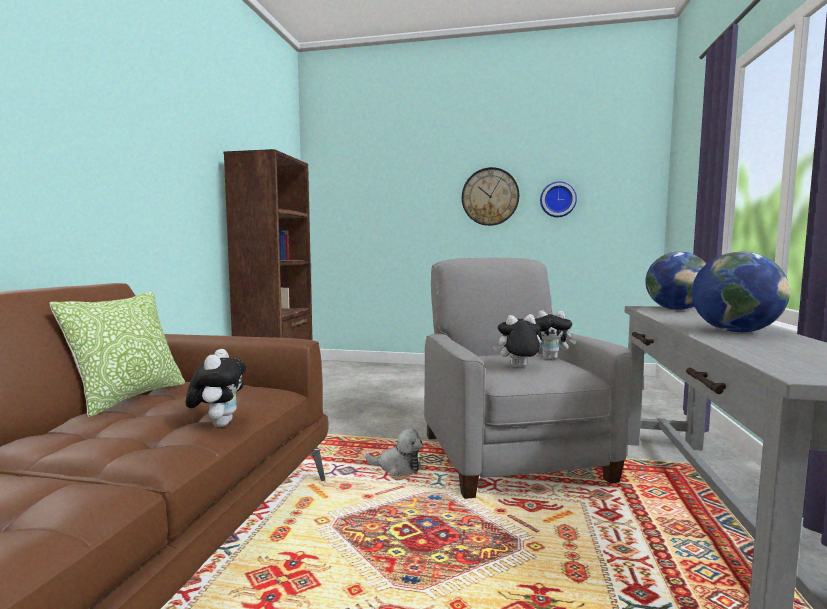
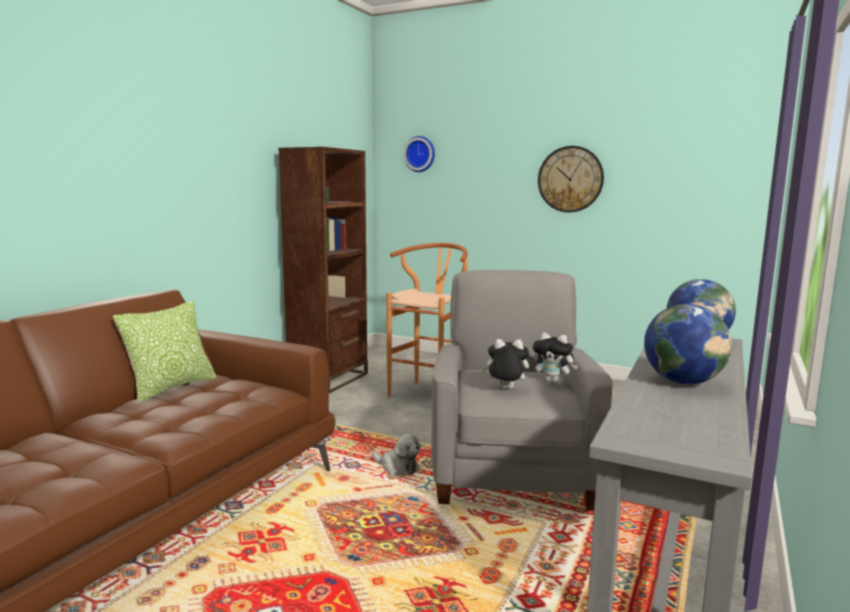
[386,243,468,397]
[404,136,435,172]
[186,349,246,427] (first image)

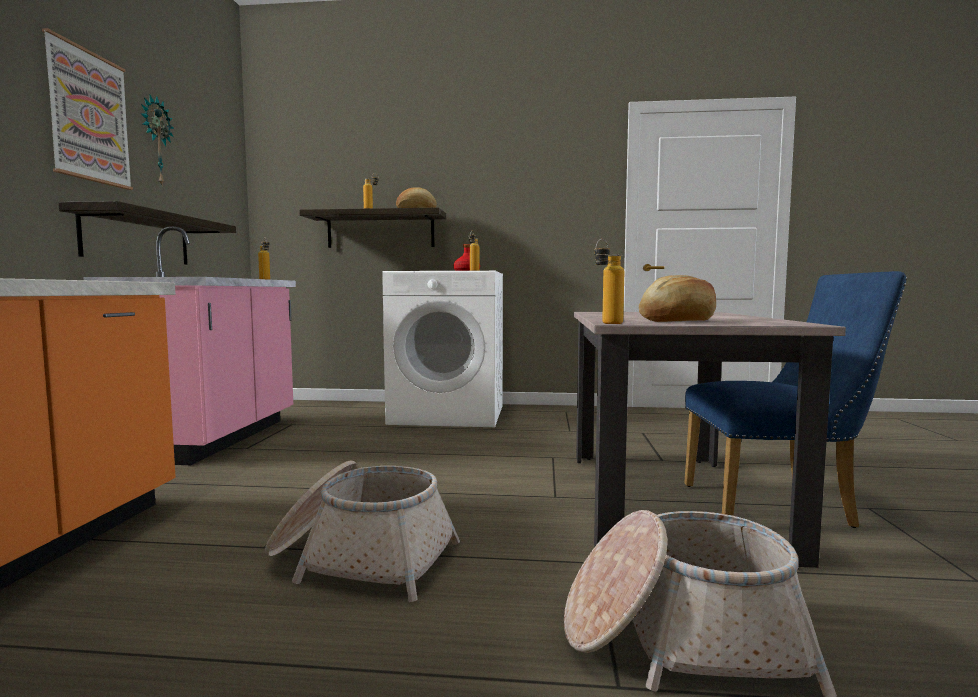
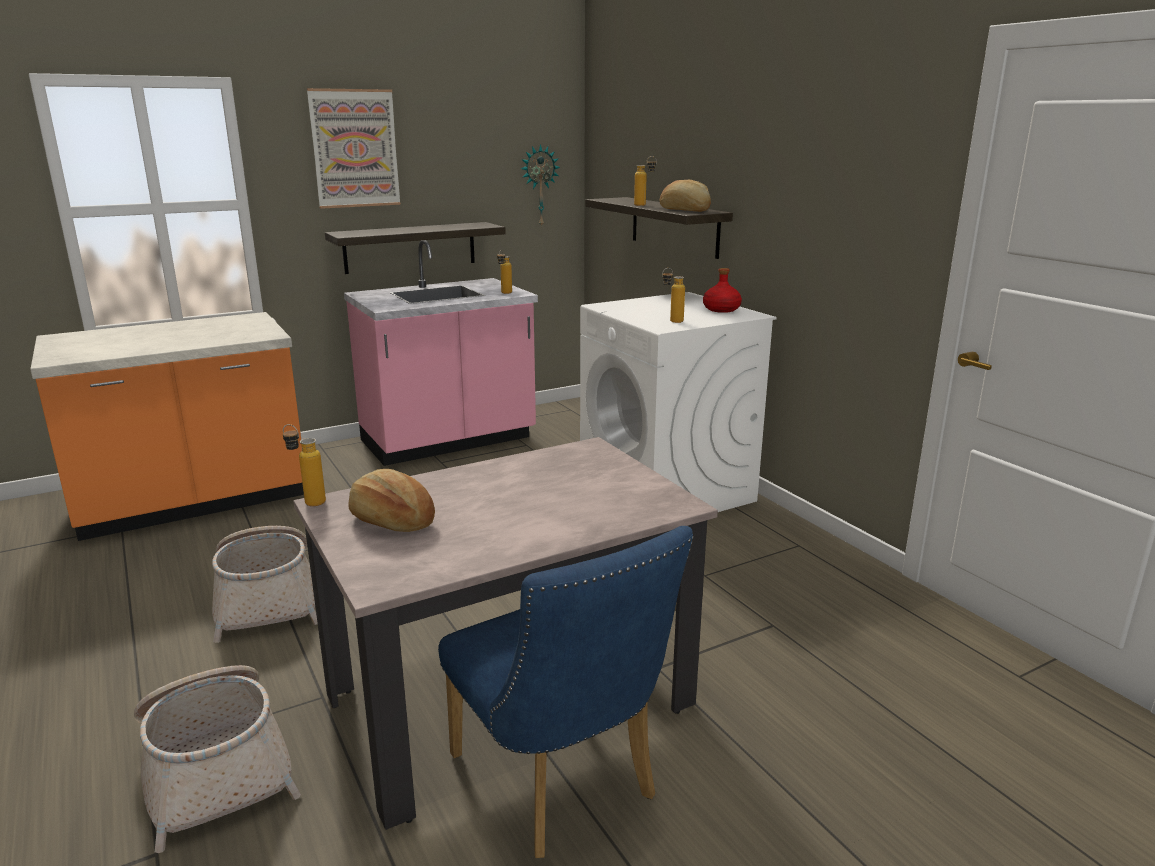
[520,144,560,228]

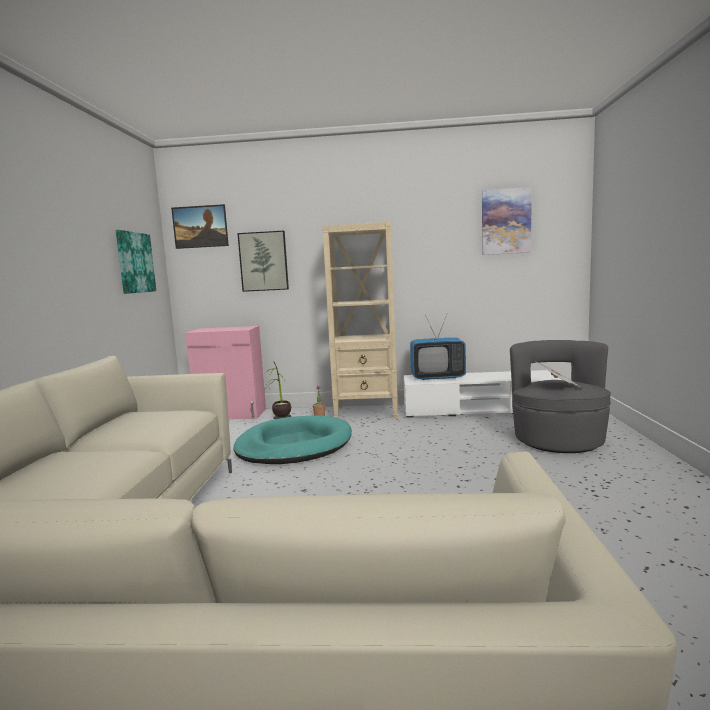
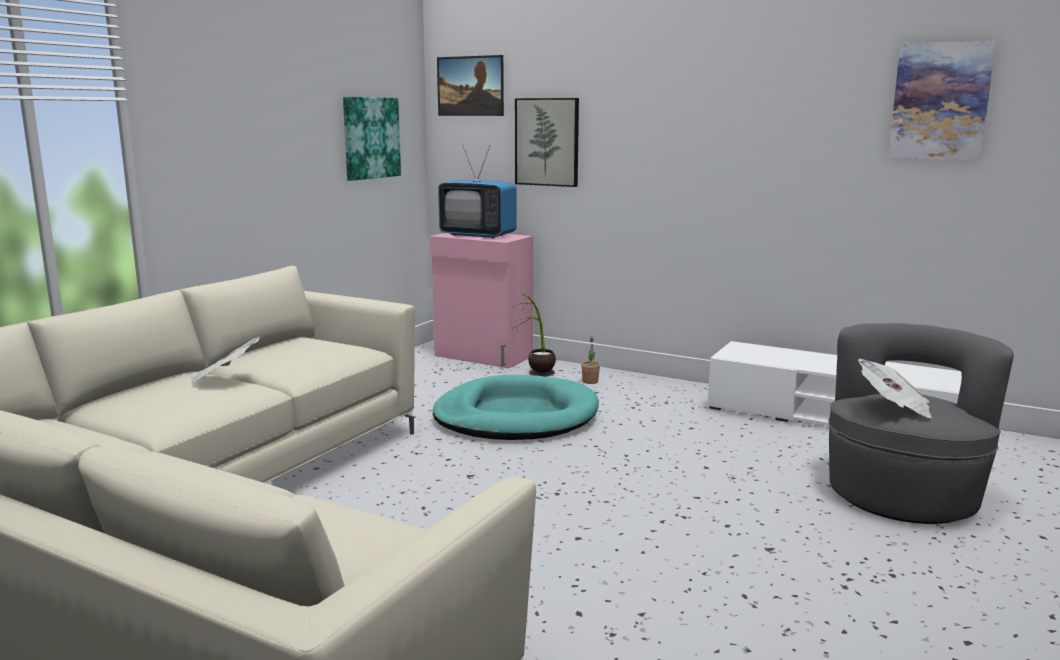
[191,337,260,383]
[438,145,517,239]
[322,222,398,419] (first image)

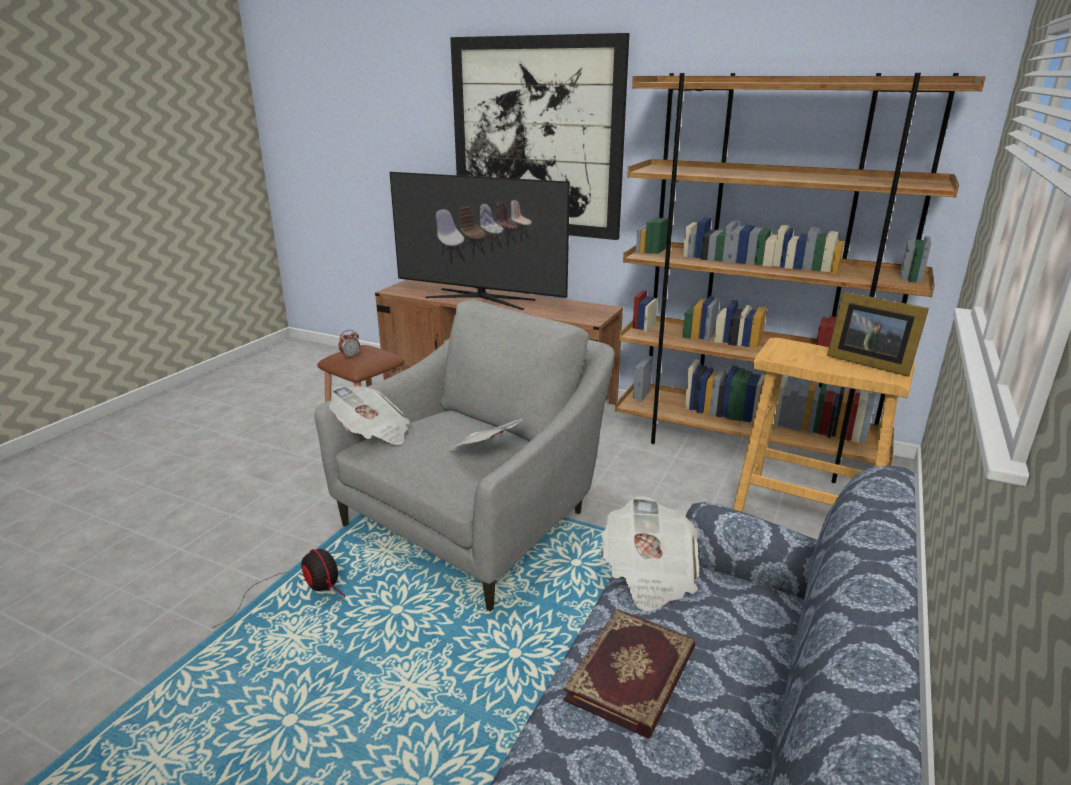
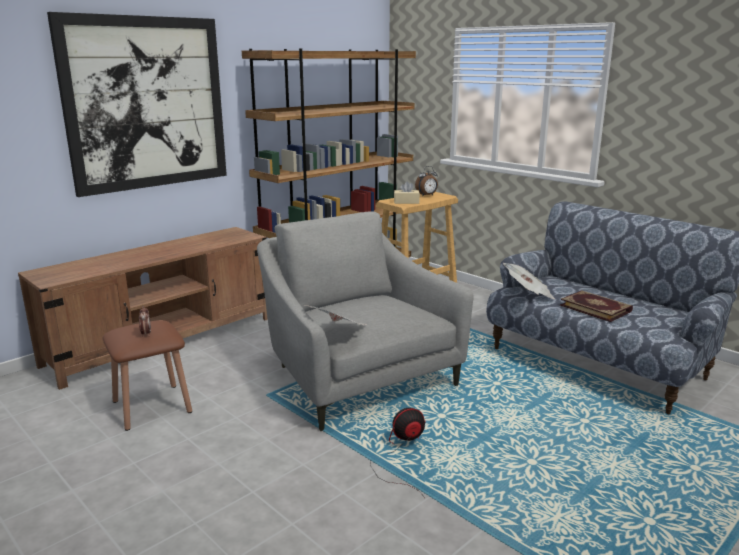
[394,181,420,204]
[415,166,438,196]
[390,172,570,310] (first image)
[448,418,523,449] (first image)

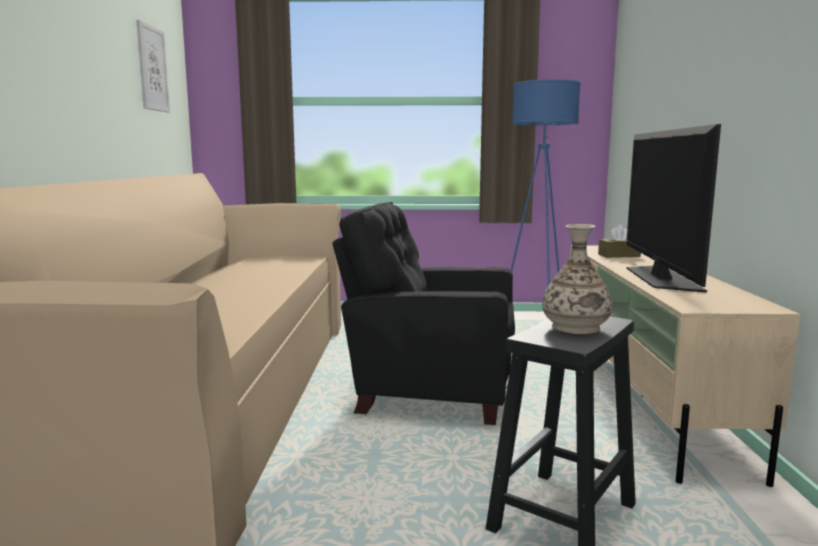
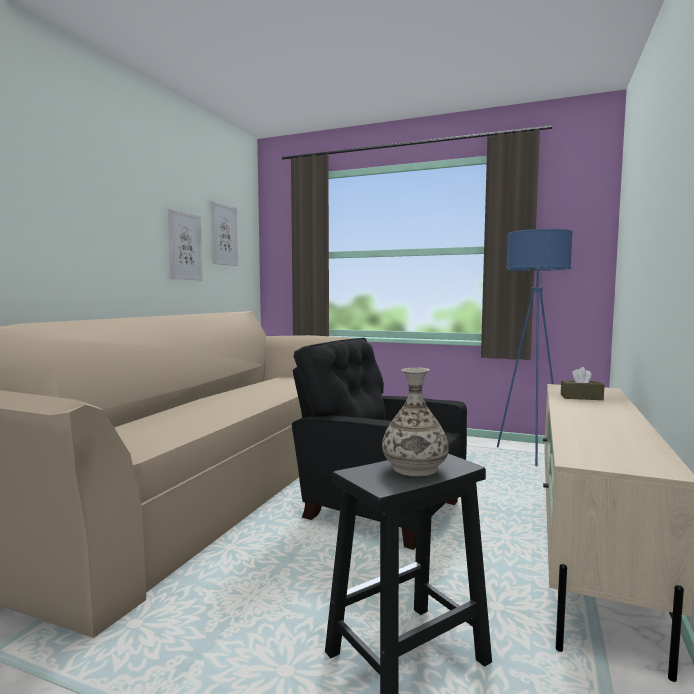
[168,208,203,280]
[627,124,721,293] (first image)

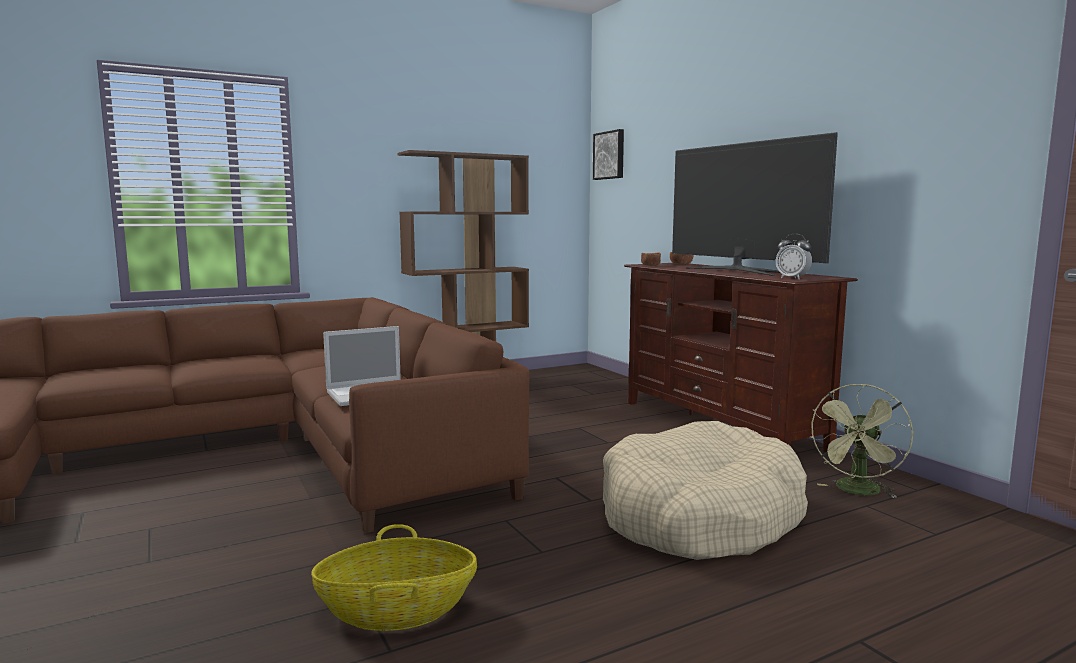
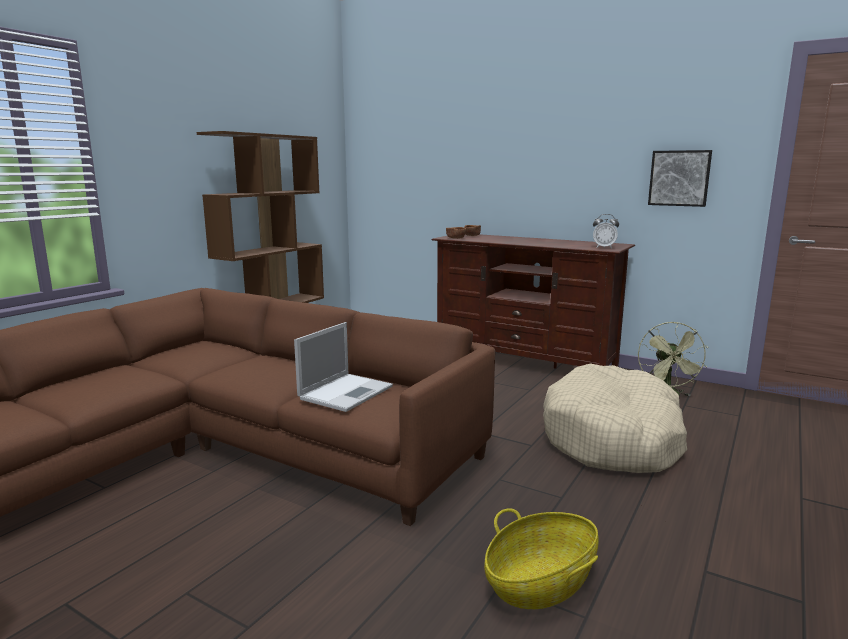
[648,150,712,207]
[672,132,838,276] (first image)

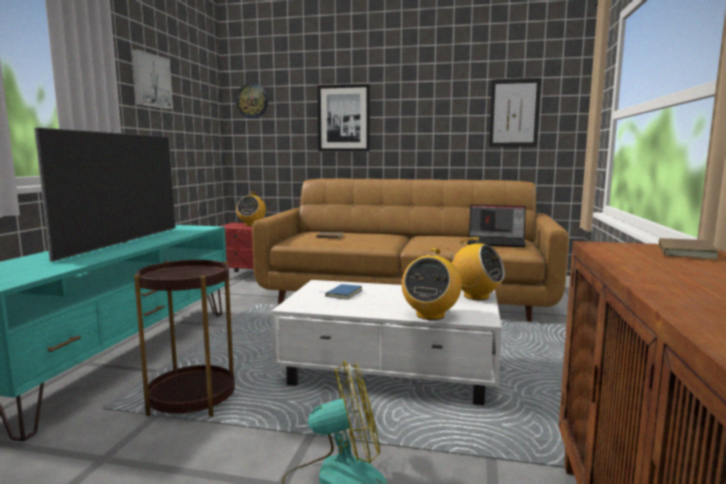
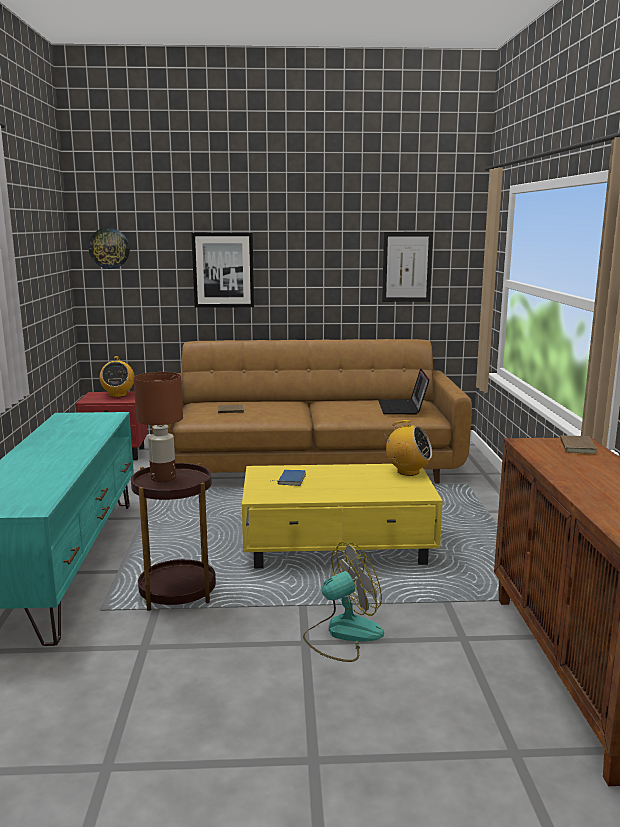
[134,372,183,482]
[242,464,443,568]
[378,368,429,414]
[34,128,176,262] (first image)
[132,50,173,109] (first image)
[402,248,461,320] (first image)

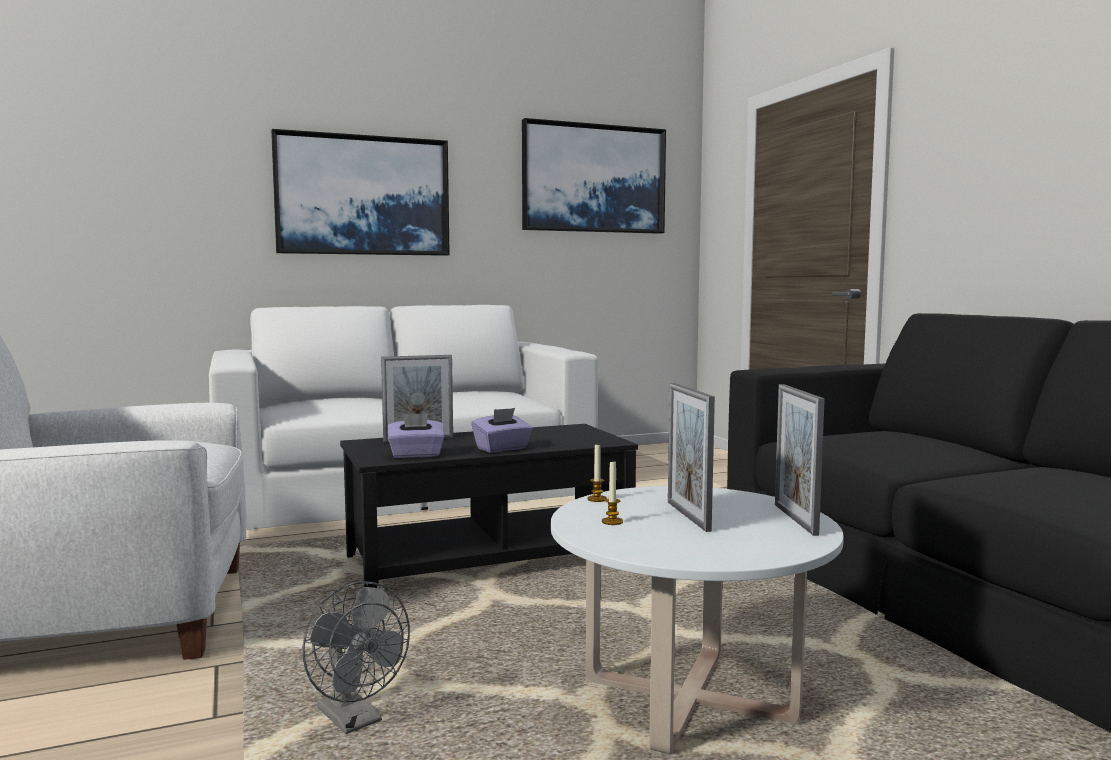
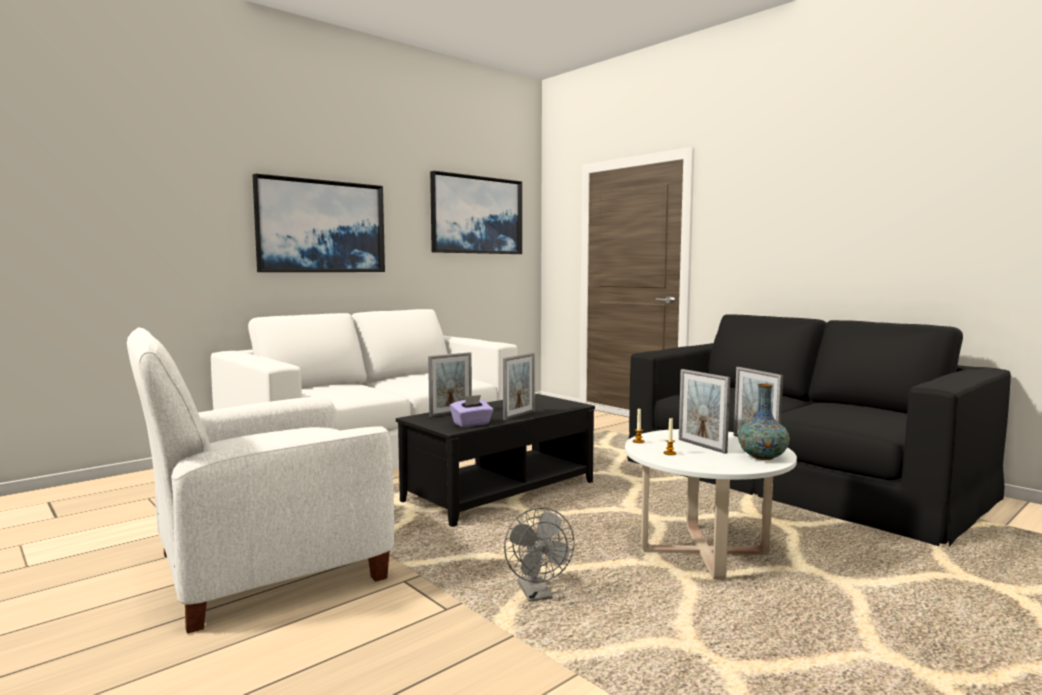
[503,353,535,420]
[504,507,575,602]
[738,384,790,460]

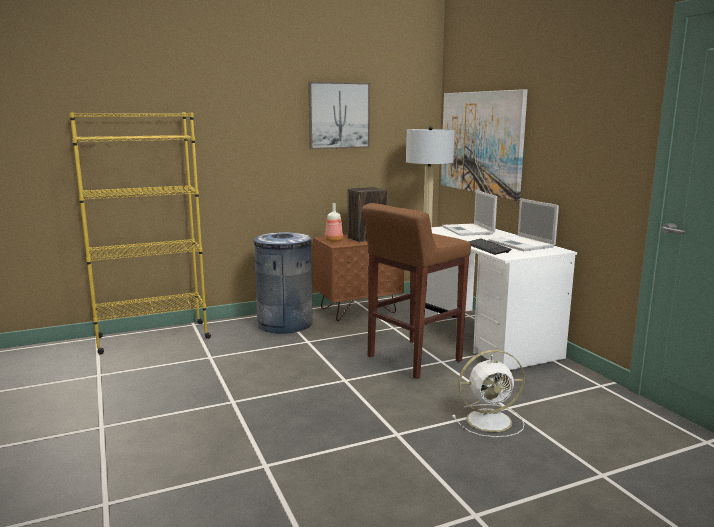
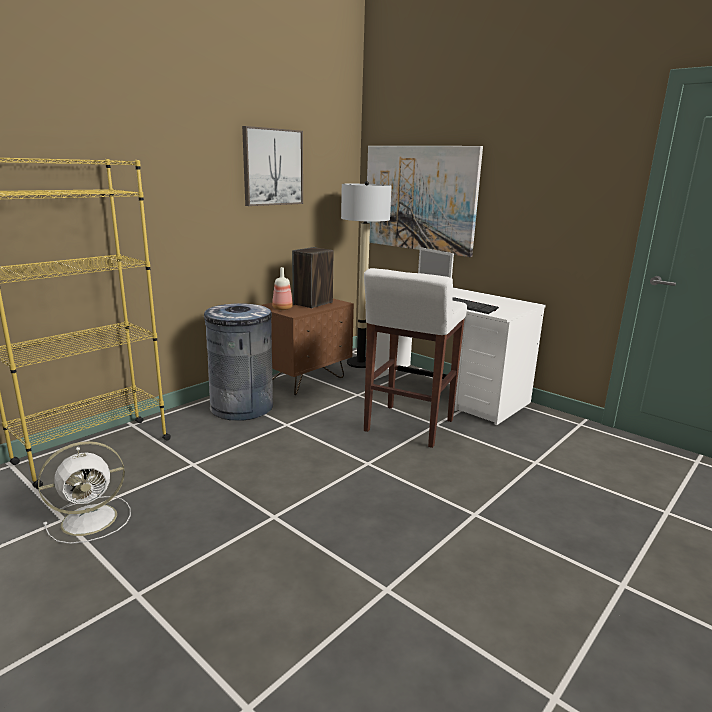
[38,441,131,544]
[364,268,467,448]
[488,198,559,251] (first image)

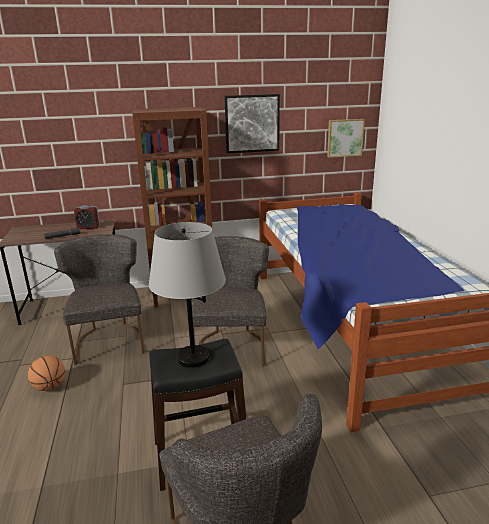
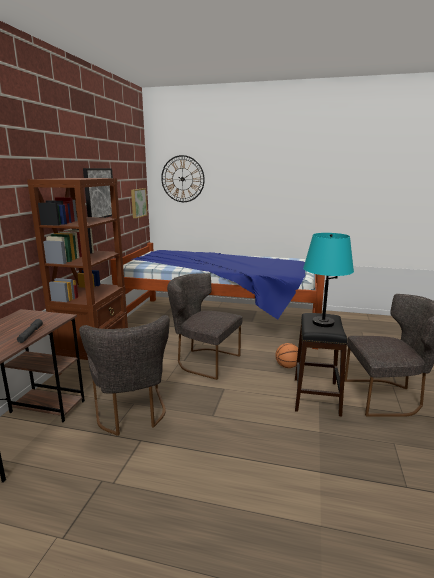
[79,315,170,436]
[161,155,205,202]
[275,343,298,368]
[303,233,354,327]
[74,205,100,229] (first image)

